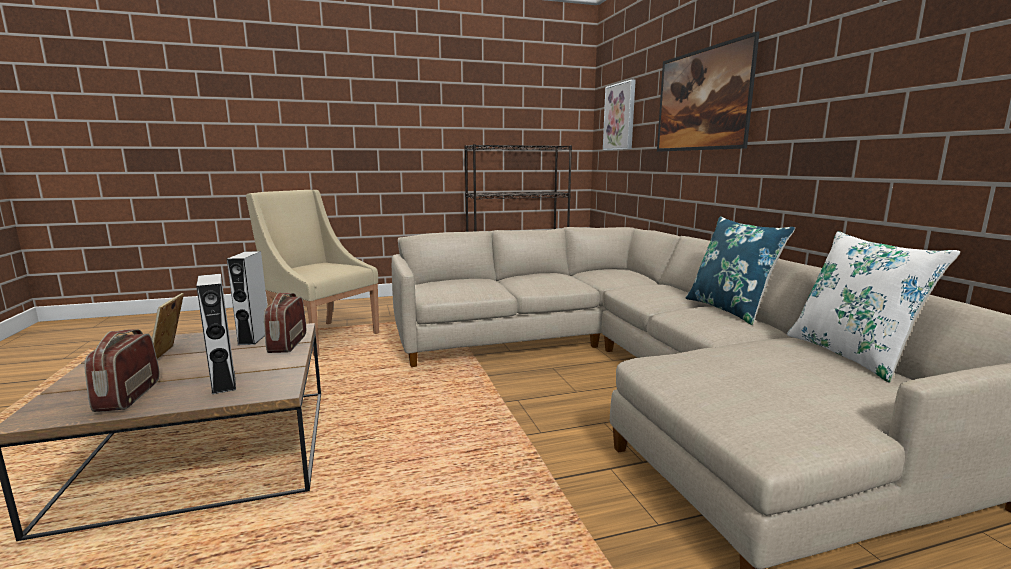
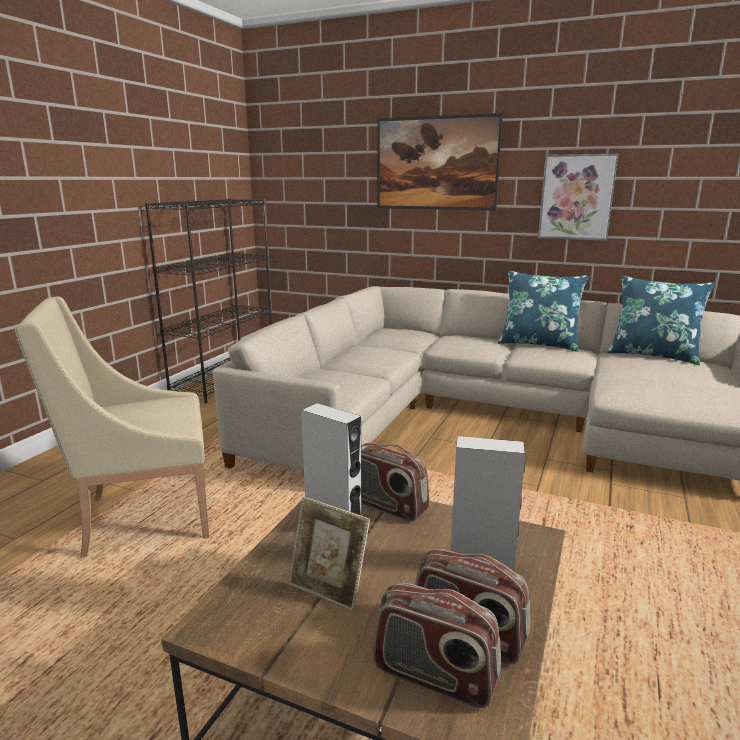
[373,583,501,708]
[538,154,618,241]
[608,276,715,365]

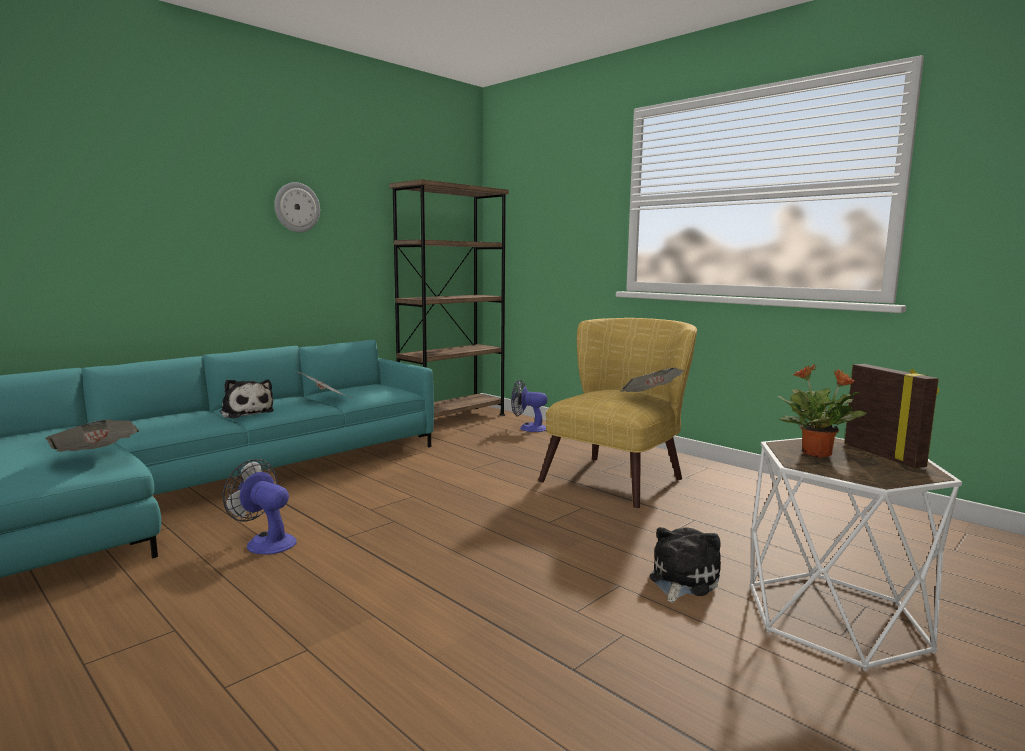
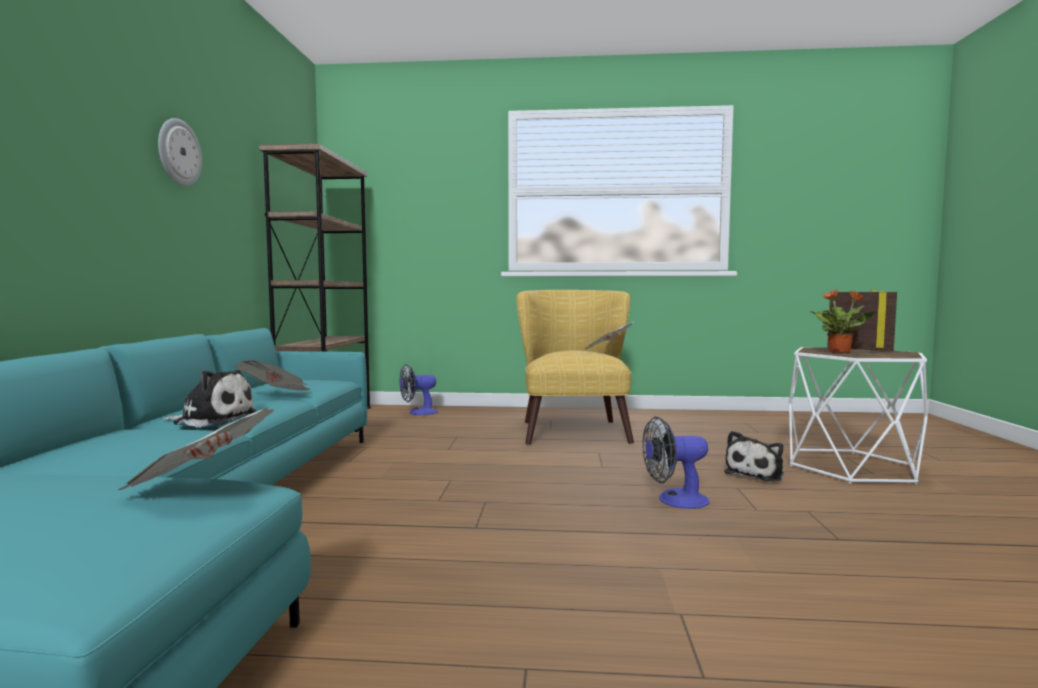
[642,417,709,509]
[724,431,784,481]

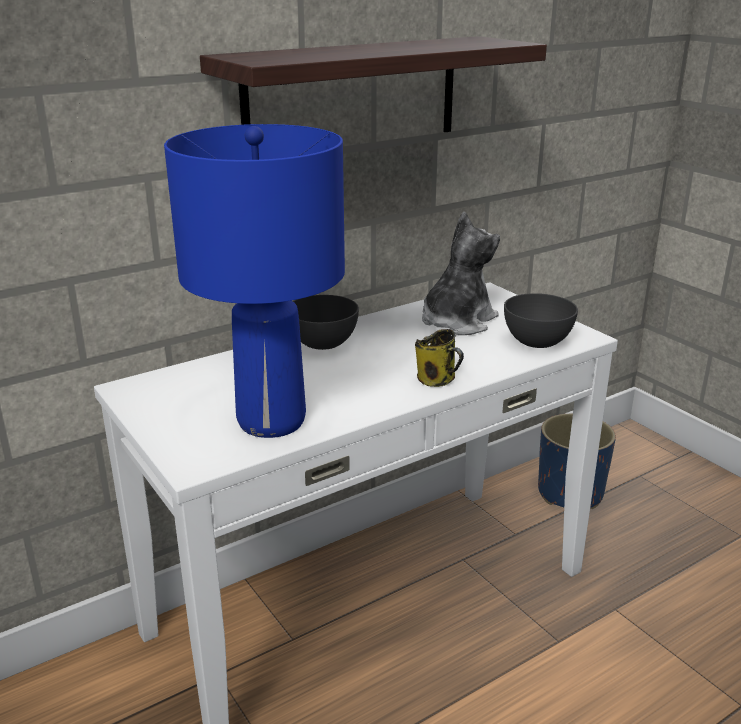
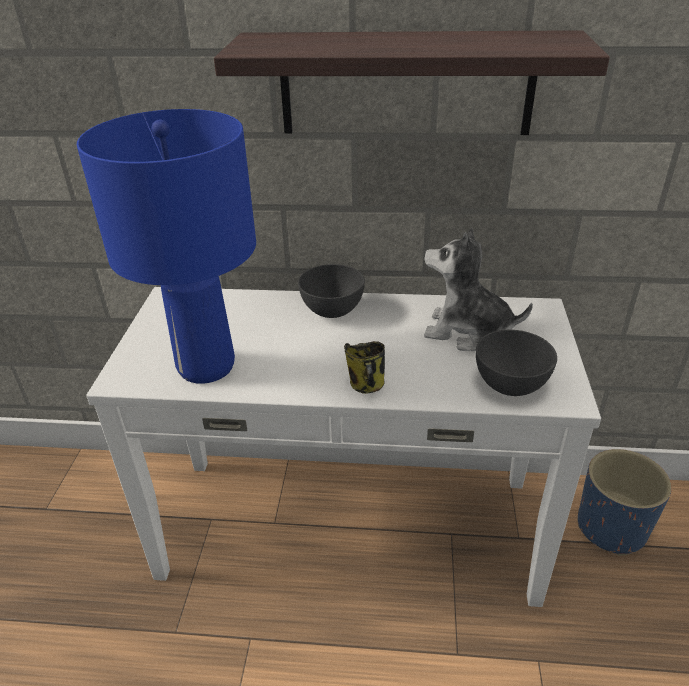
[424,228,533,351]

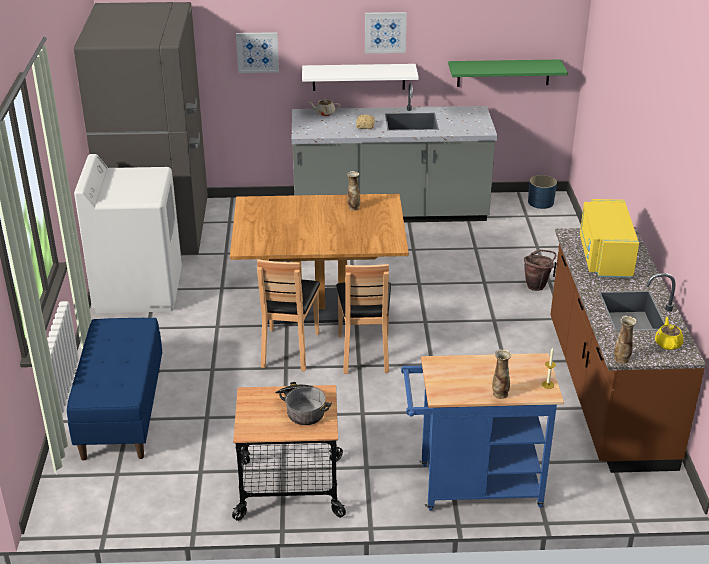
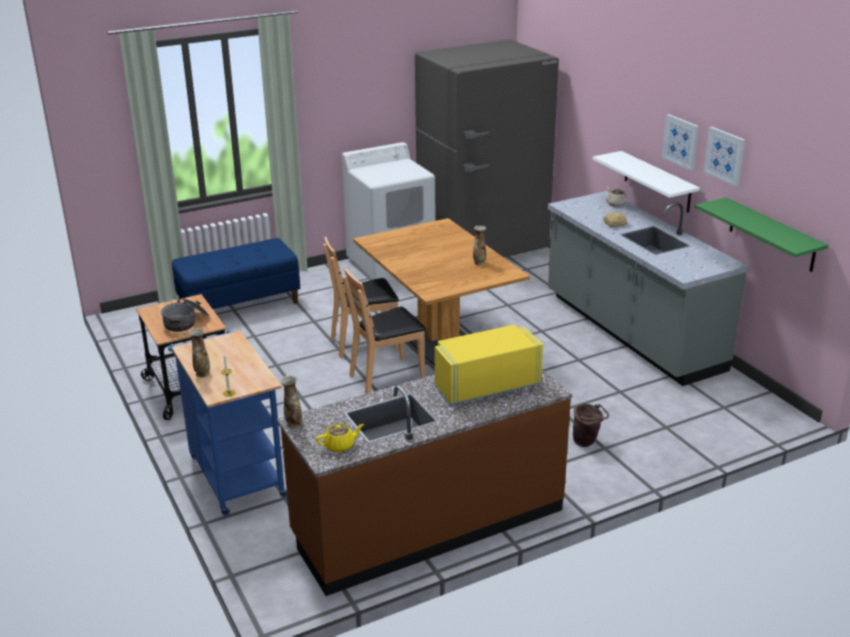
[704,127,745,186]
[528,175,557,209] (first image)

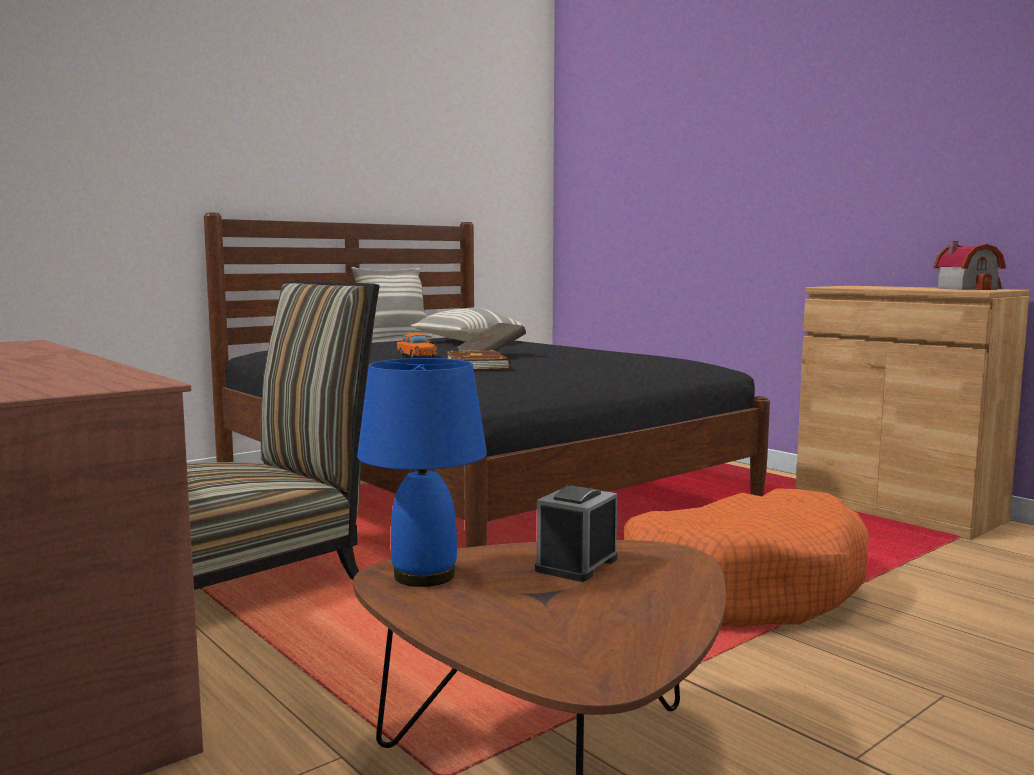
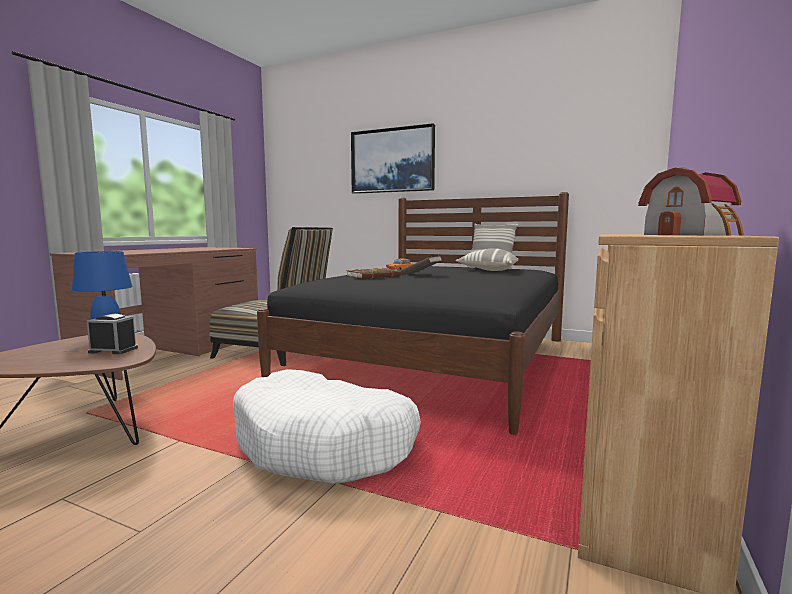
[233,369,421,484]
[351,123,435,194]

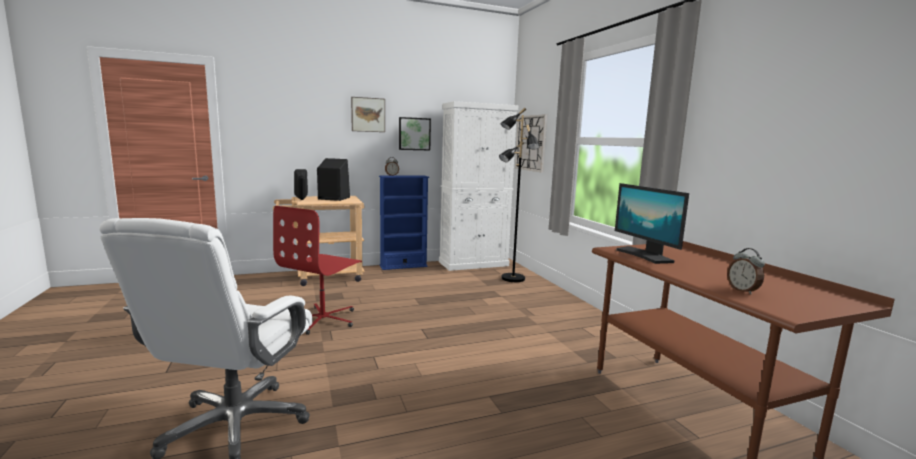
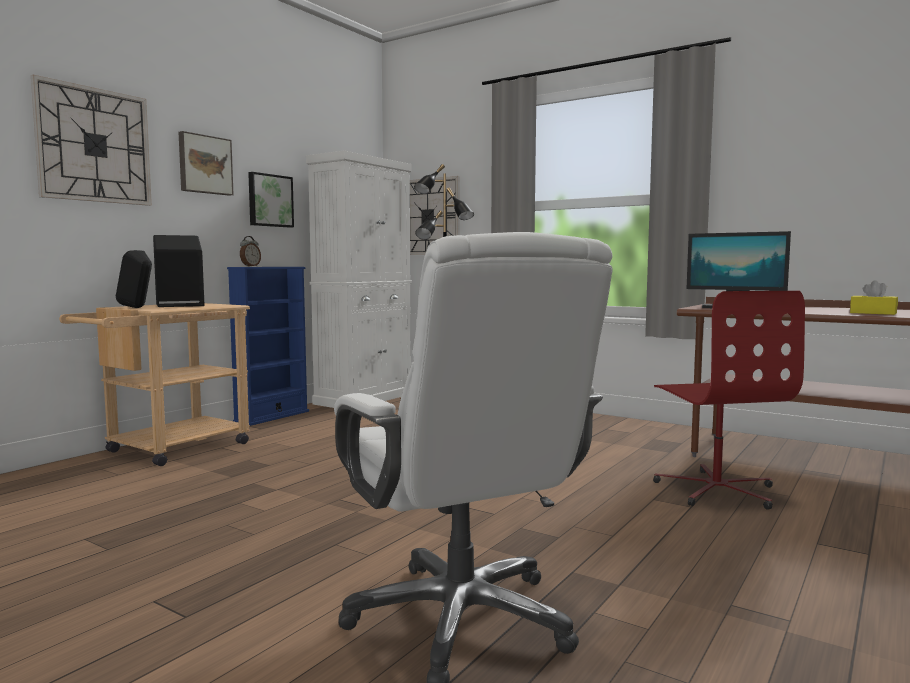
[31,75,152,206]
[653,291,805,510]
[850,280,898,315]

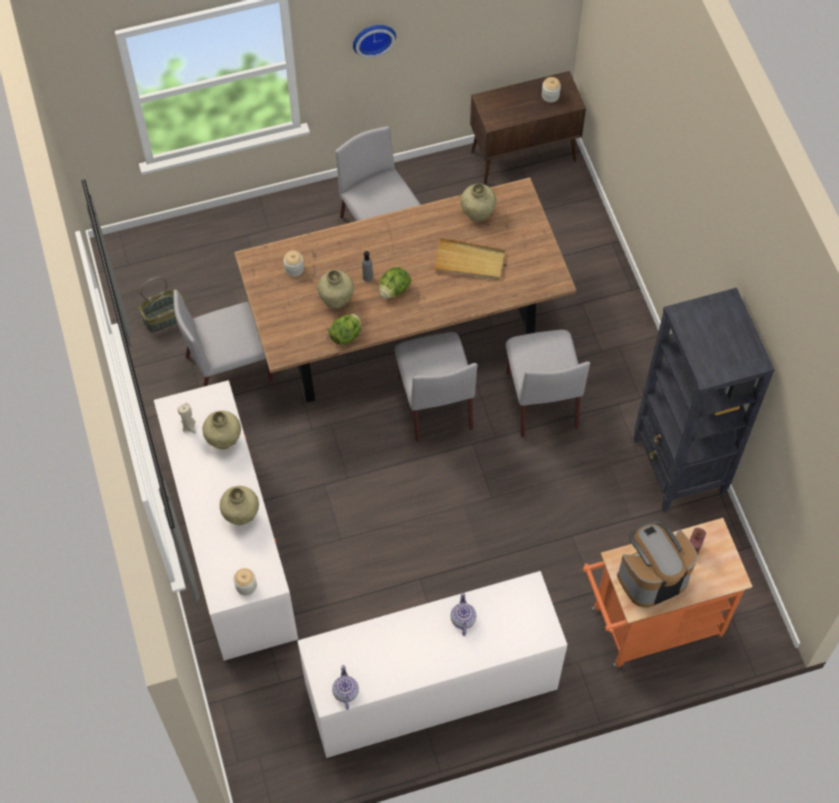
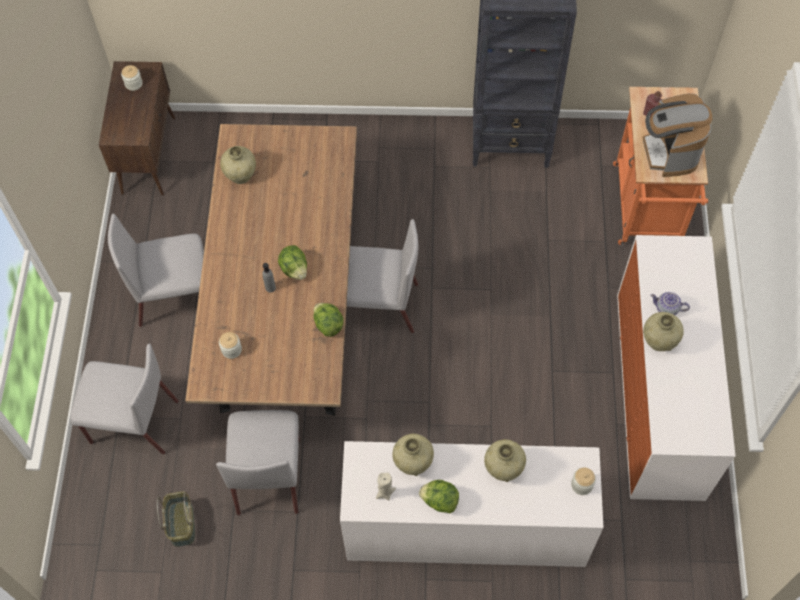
[70,343,179,454]
[419,480,459,513]
[643,312,684,351]
[332,665,359,710] (first image)
[353,25,396,58] (first image)
[434,238,505,280] (first image)

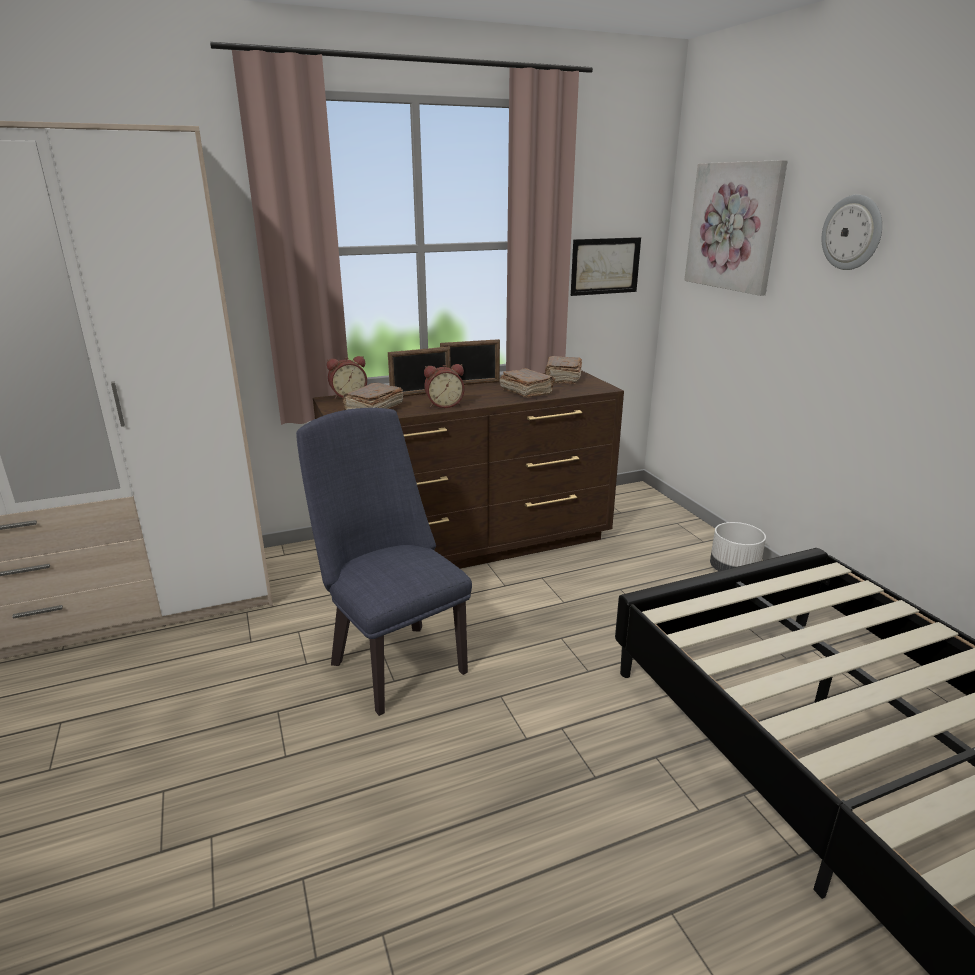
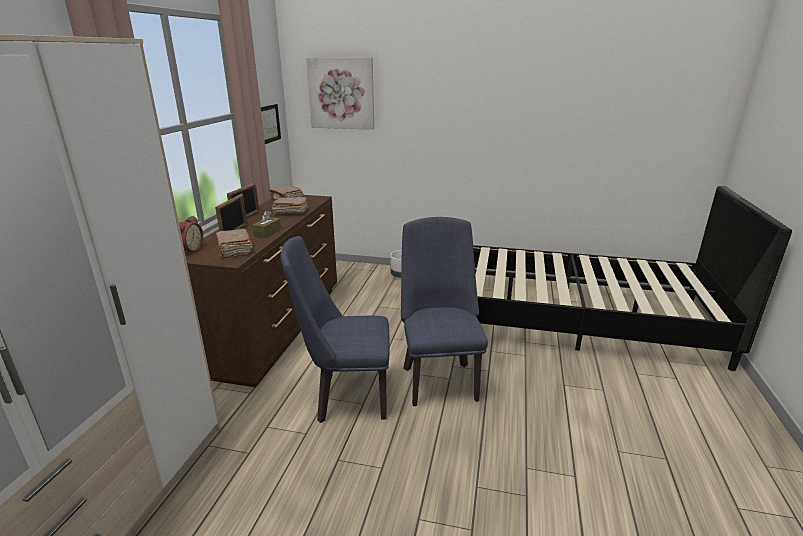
[252,211,281,238]
[401,217,488,406]
[822,195,882,270] (first image)

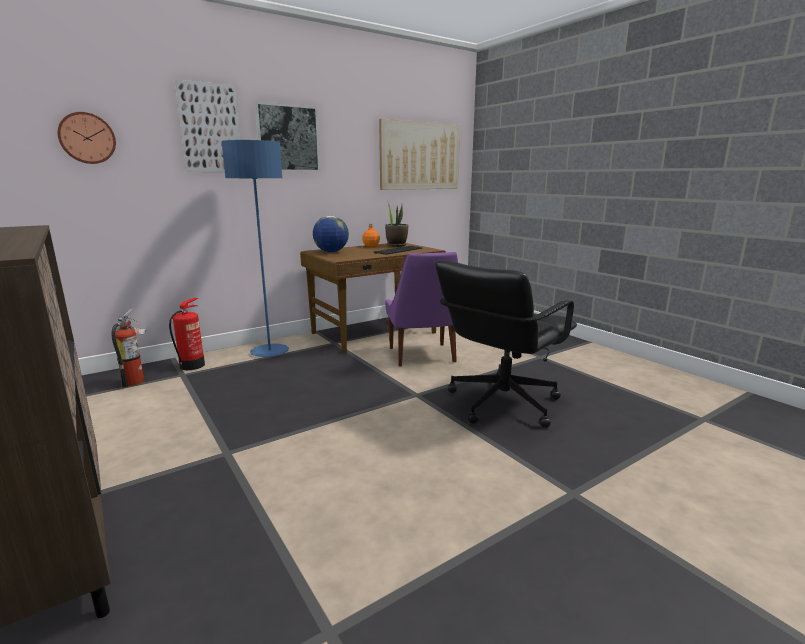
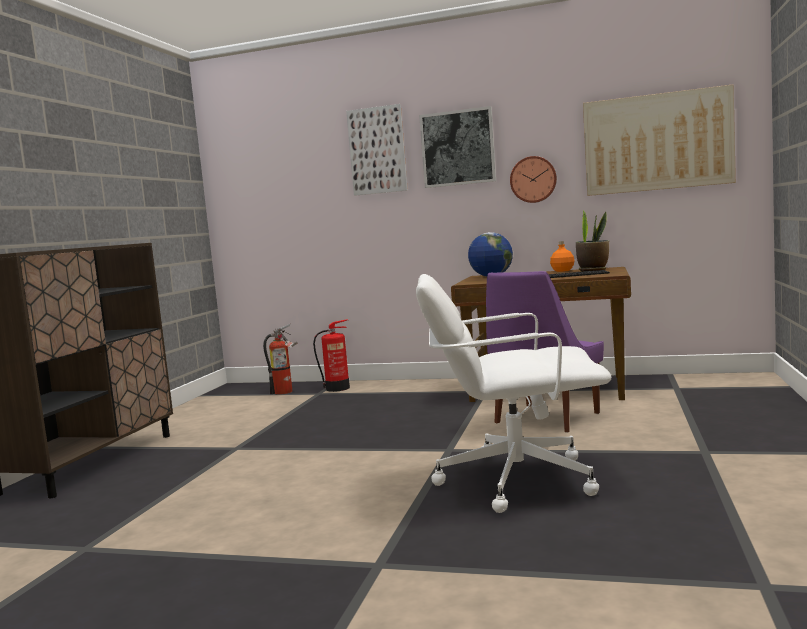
[416,274,611,513]
[510,156,557,203]
[221,140,289,357] (first image)

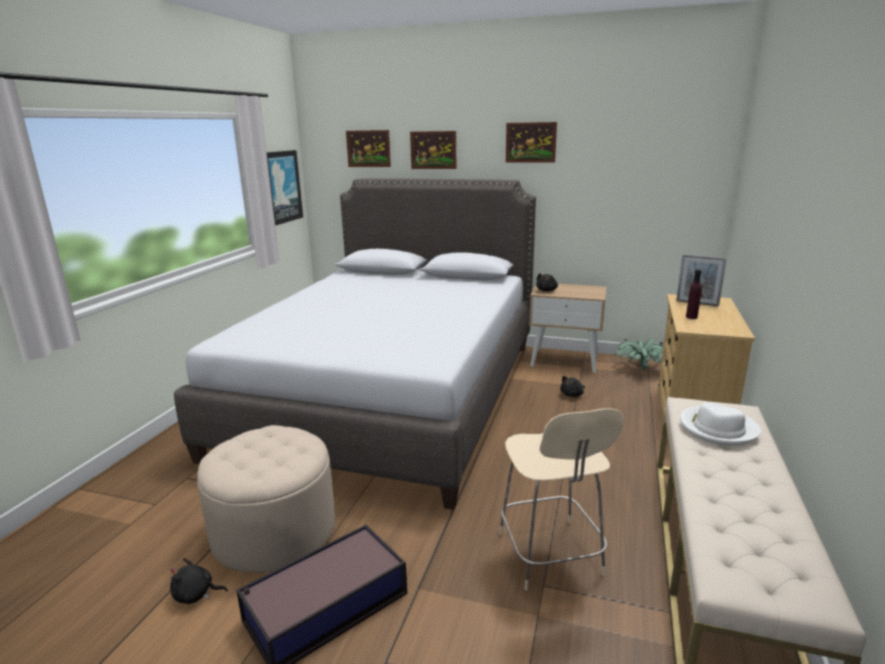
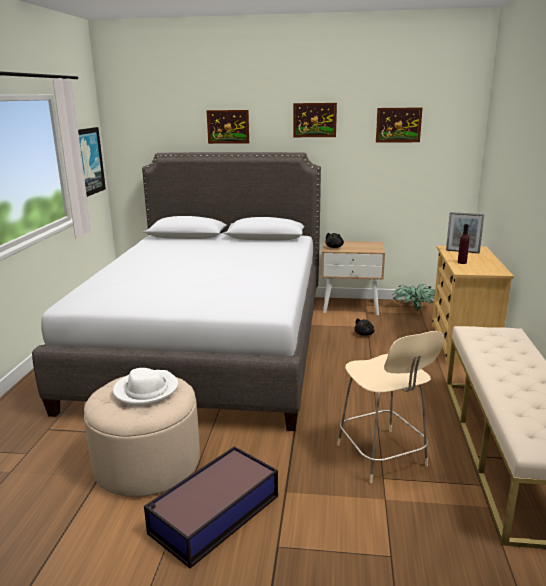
[113,368,178,406]
[376,107,423,143]
[170,558,228,604] (first image)

